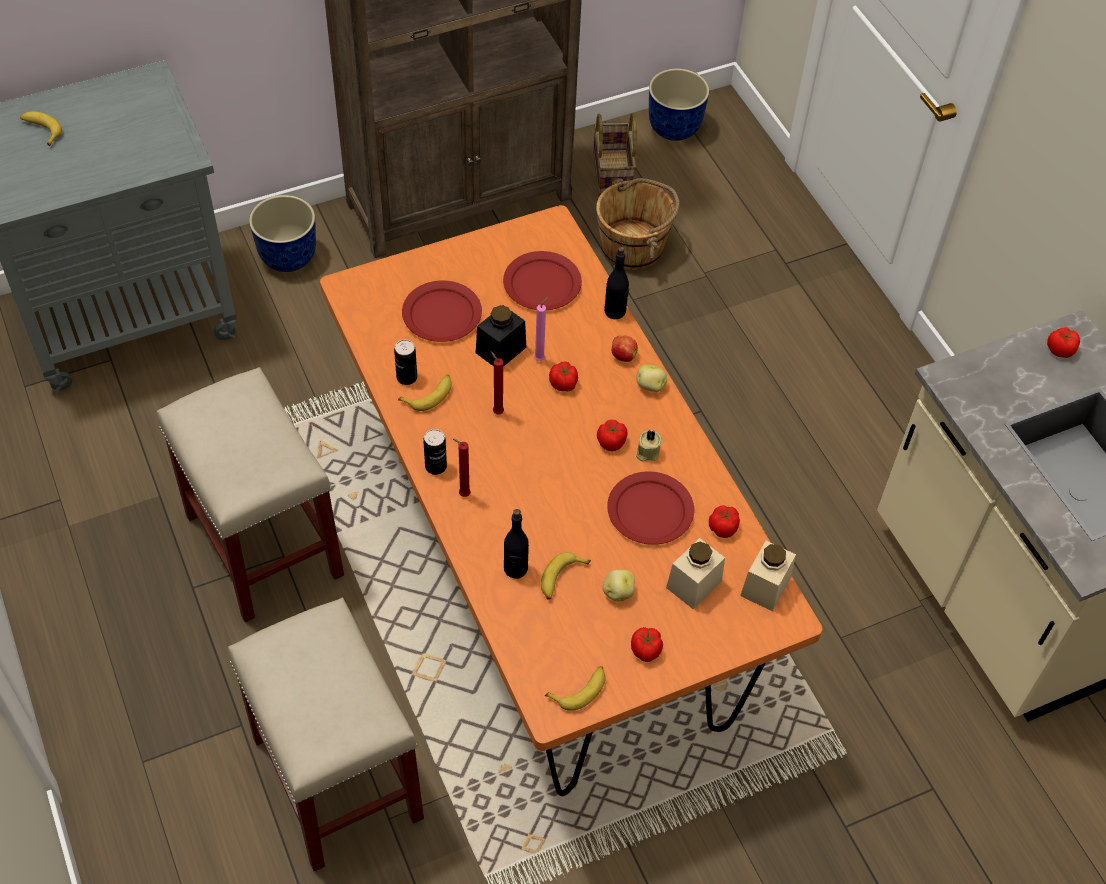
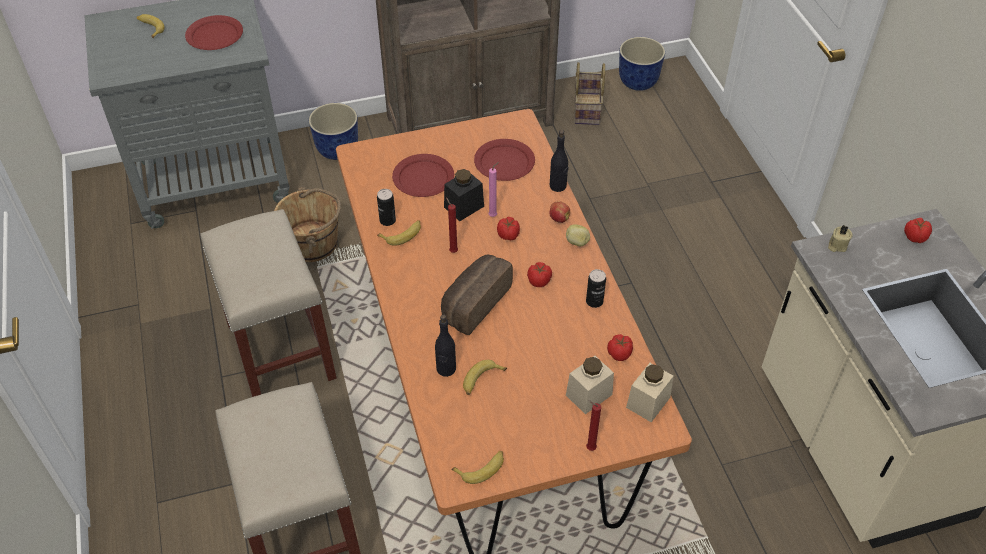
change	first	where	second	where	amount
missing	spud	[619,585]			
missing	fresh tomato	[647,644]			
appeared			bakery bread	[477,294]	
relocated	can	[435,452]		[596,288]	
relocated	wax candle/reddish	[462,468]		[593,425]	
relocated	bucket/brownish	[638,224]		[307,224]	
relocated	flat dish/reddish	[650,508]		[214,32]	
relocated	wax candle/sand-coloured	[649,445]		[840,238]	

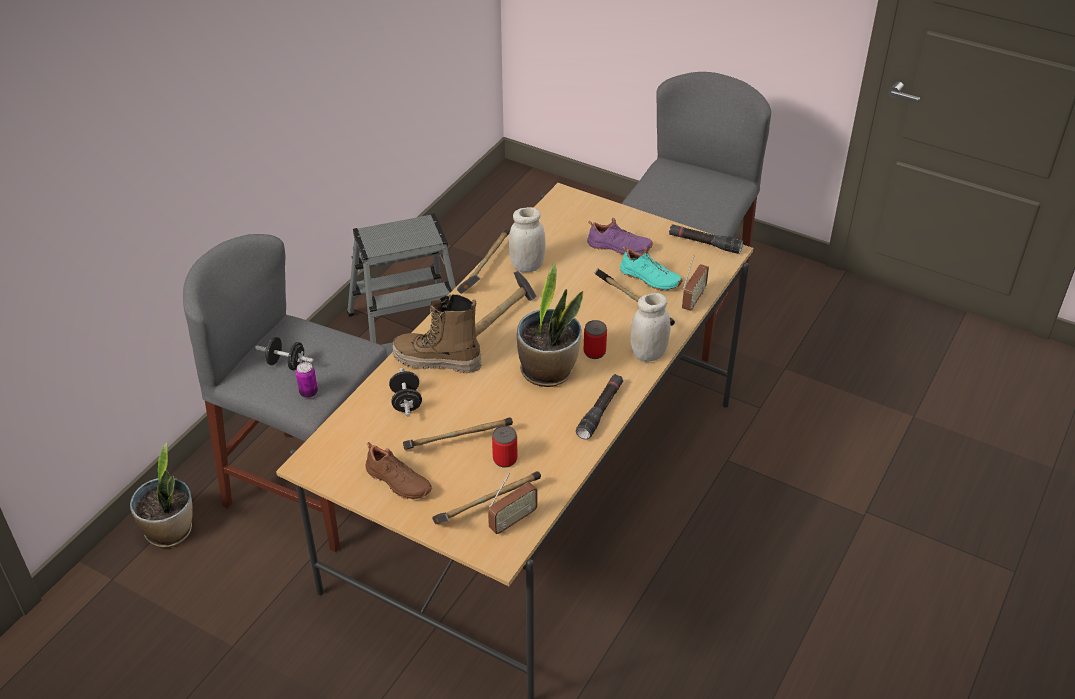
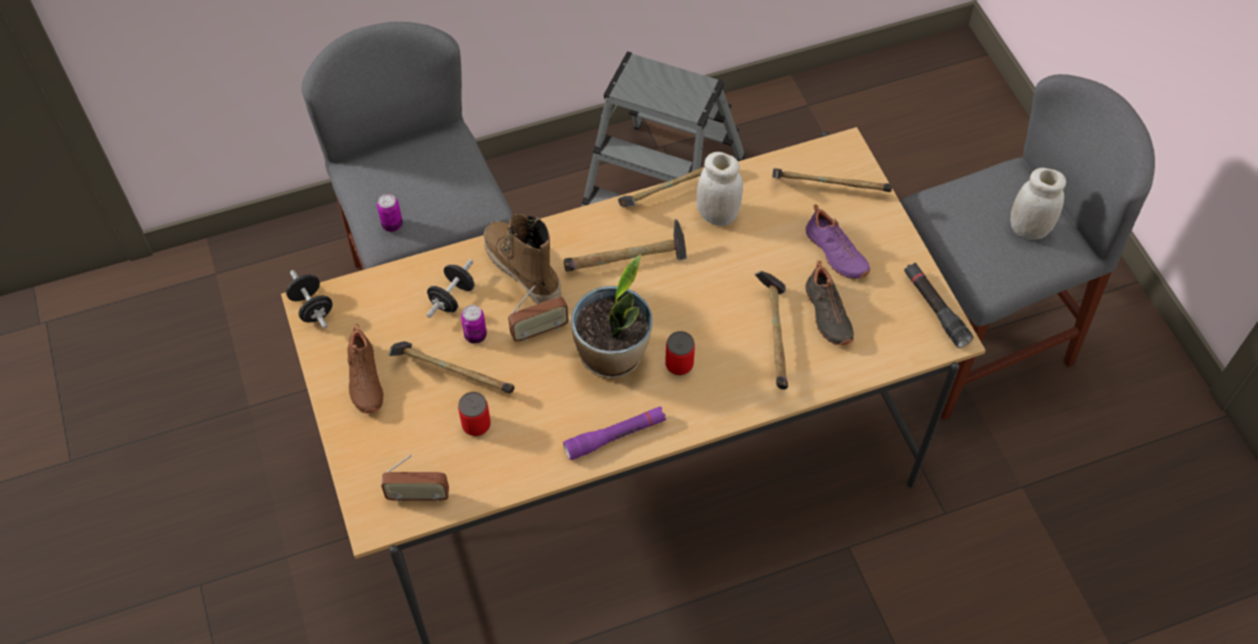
change	first	where	second	where	amount
missing	plant in a pot	[161,495]			
appeared			can	[474,324]	
relocated	dumbbell/black	[284,353]		[309,299]	
relocated	hand hammer	[486,497]		[832,180]	
relocated	storage jar/white	[650,327]		[1038,204]	
relocated	radio	[695,283]		[538,313]	
colour	flashlight/black	[599,407]	flashlight/purple	[614,433]	
colour	item of footwear/blue-green	[651,268]	item of footwear/black	[829,302]	

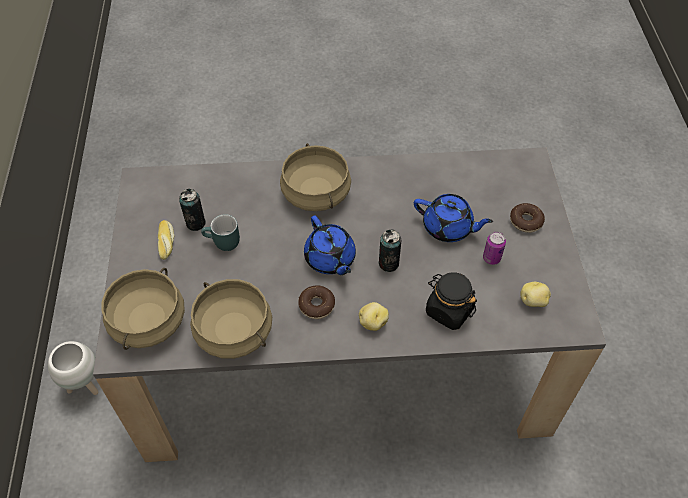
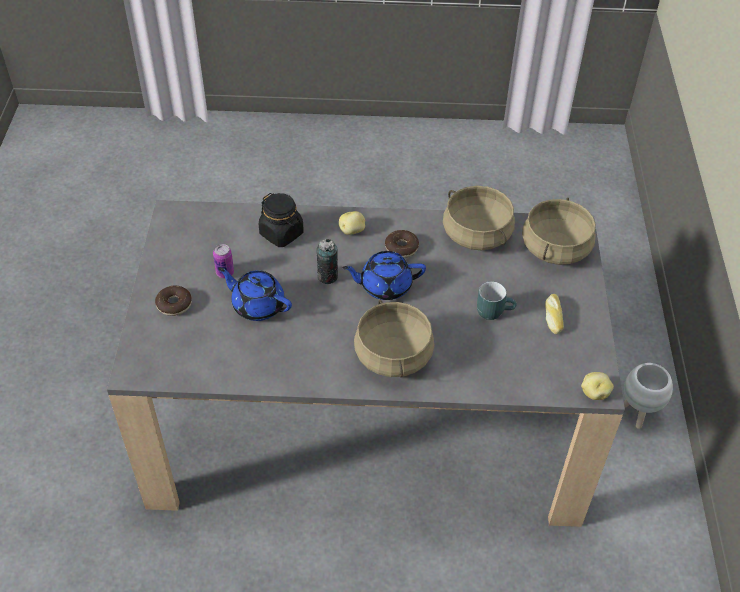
change	first	where	second	where	amount
missing	can	[192,210]			
relocated	spud	[535,294]		[597,386]	
spun	teapot/bluish	[330,245]		[384,275]	75 degrees counterclockwise

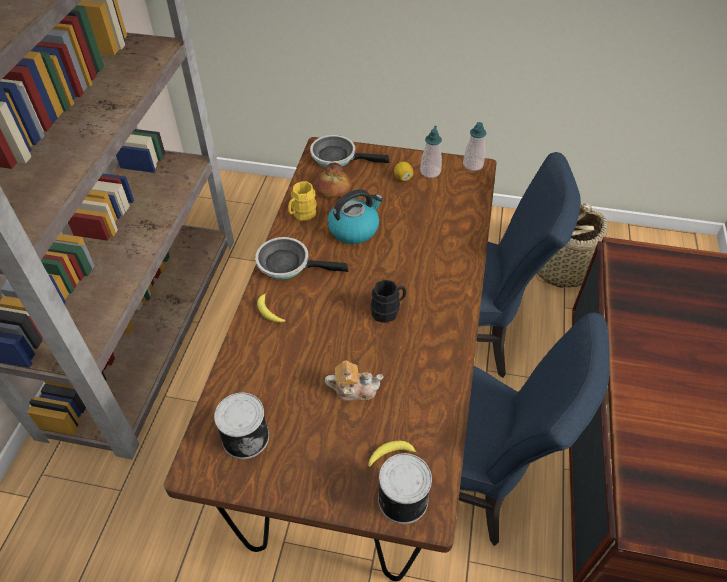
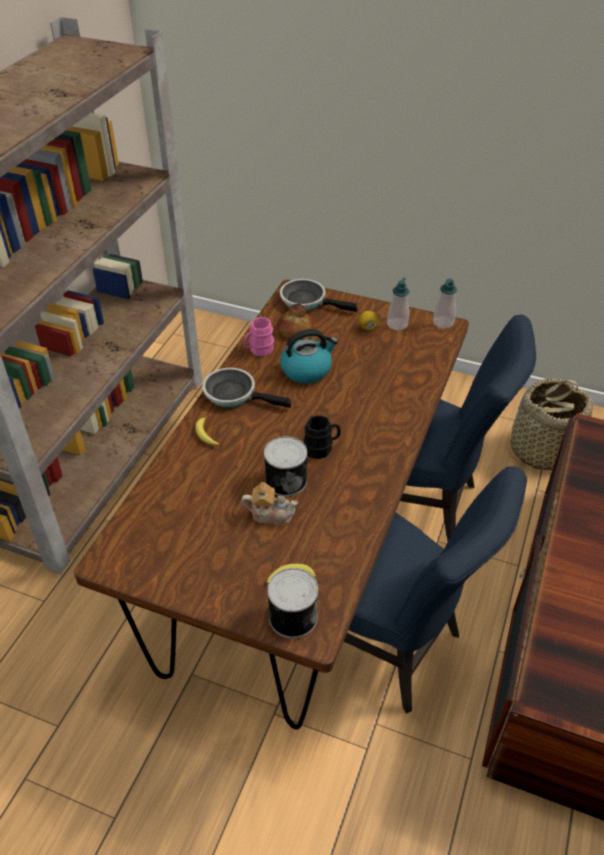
change	first	where	second	where	amount
relocated	can	[241,426]		[285,466]	
colour	tea mug/yellow	[302,201]	tea mug/pink	[259,336]	

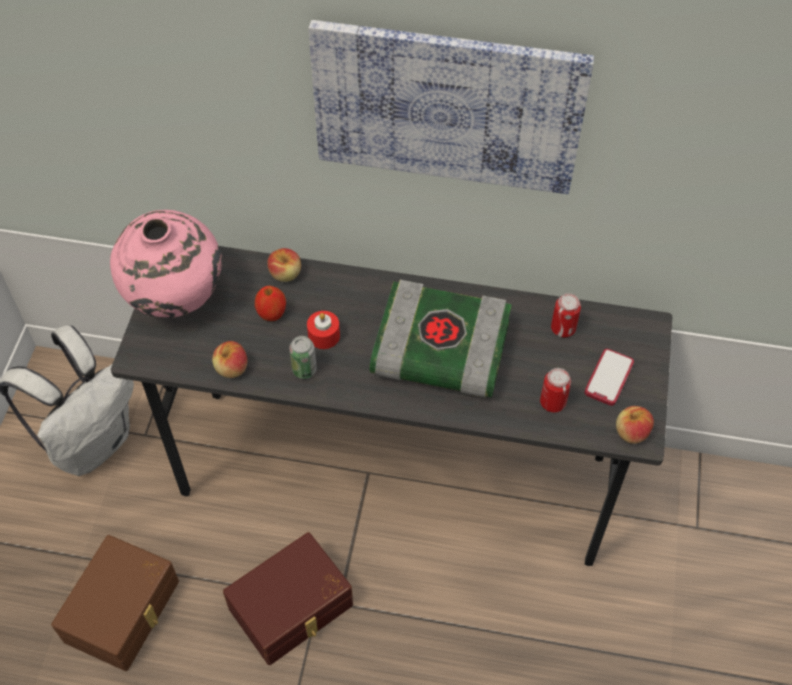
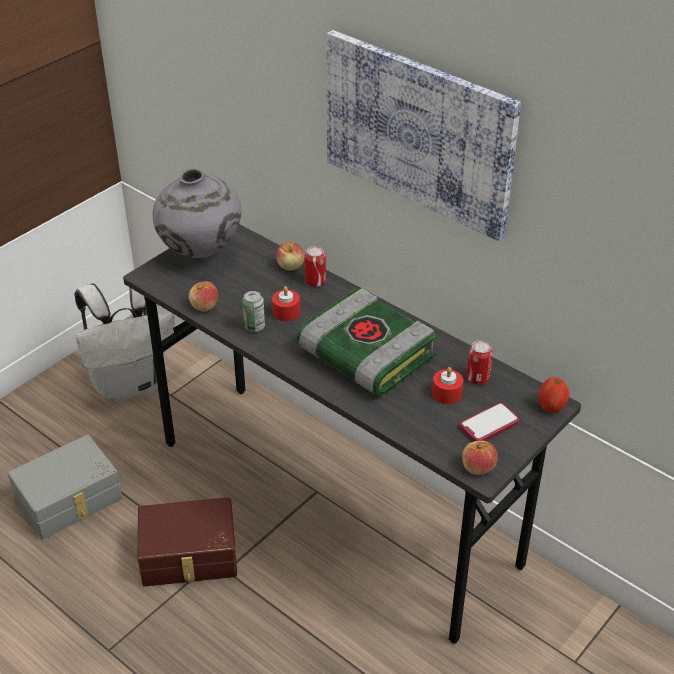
change	first	where	second	where	amount
appeared			wax candle/reddish	[448,385]	
relocated	apple fruit	[270,303]		[554,395]	
relocated	can	[555,390]		[315,266]	
colour	storage bin/brownish	[115,603]	storage bin/grey	[65,487]	
colour	decorative vase/pink	[166,264]	decorative vase/grey	[197,213]	

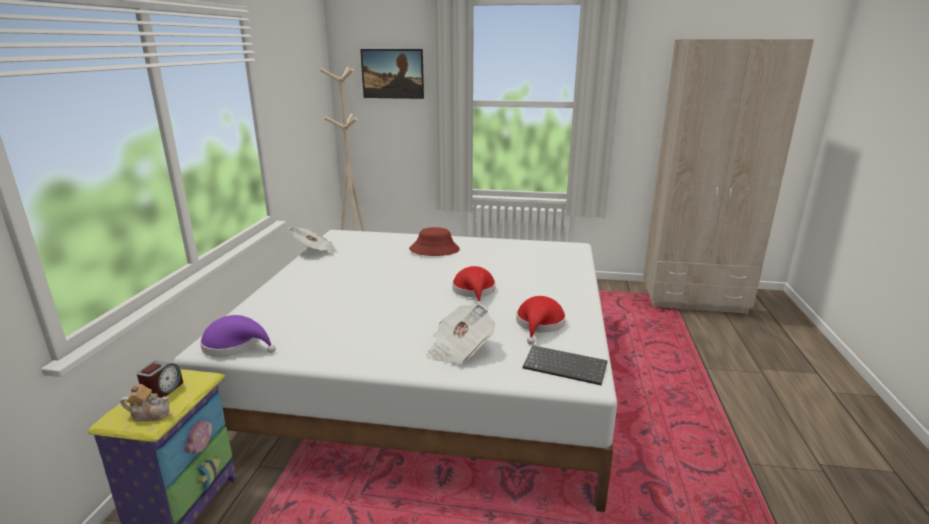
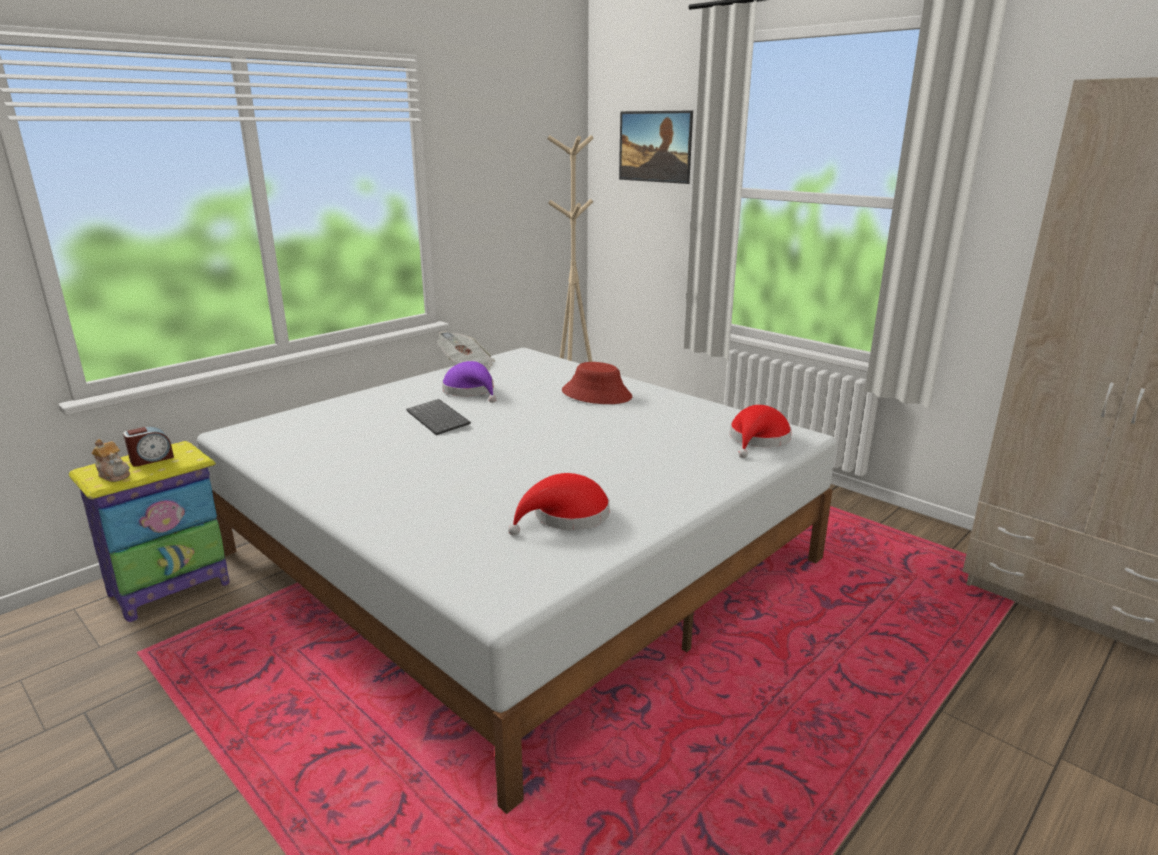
change	first	where	second	where	amount
missing	newspaper	[461,334]			
relocated	clothing hat/purple	[238,336]		[469,382]	
relocated	clothing hat/reddish	[474,285]		[761,431]	
relocated	computer keyboard	[565,365]		[438,417]	

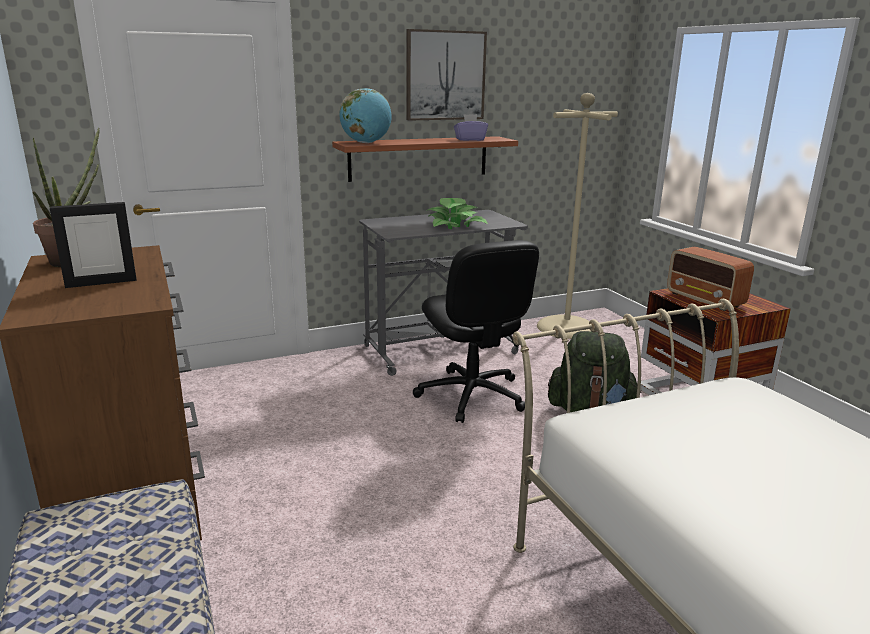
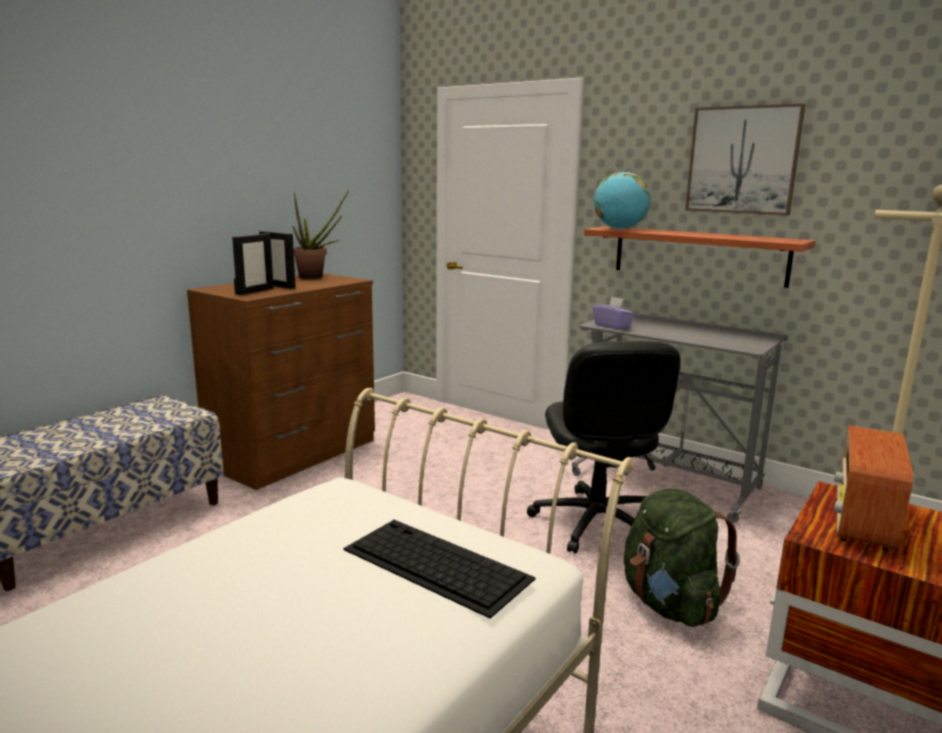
change	first	where	second	where	amount
missing	plant in a pot	[458,213]			
appeared			photo frame	[253,264]	
appeared			computer keyboard	[439,569]	
relocated	tissue holder/purple	[471,127]		[614,313]	
spun	computer chair/black	[476,331]		[604,447]	45 degrees counterclockwise

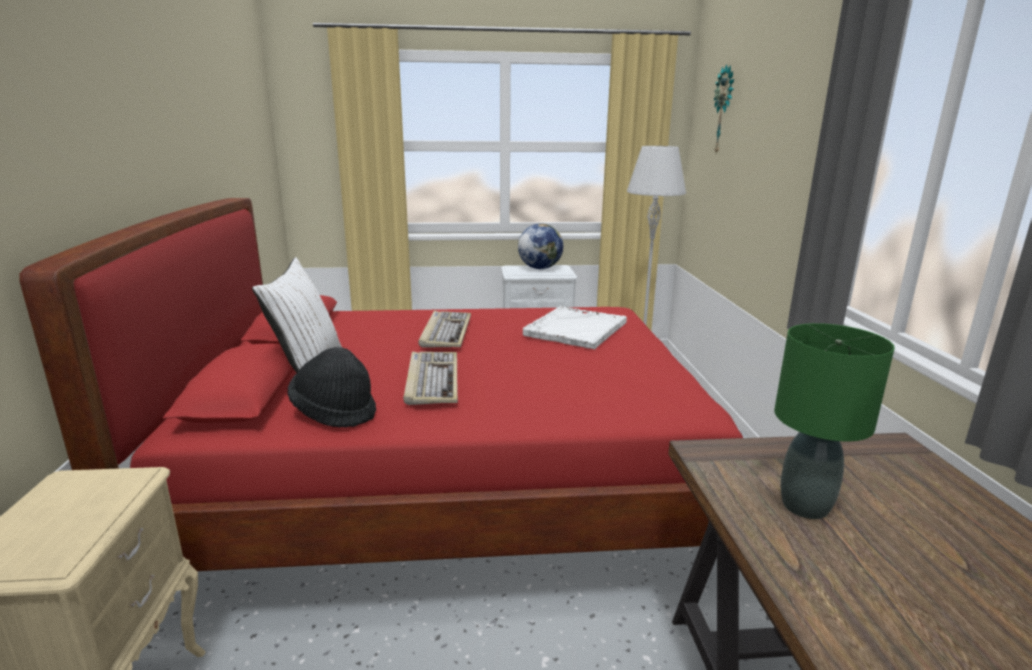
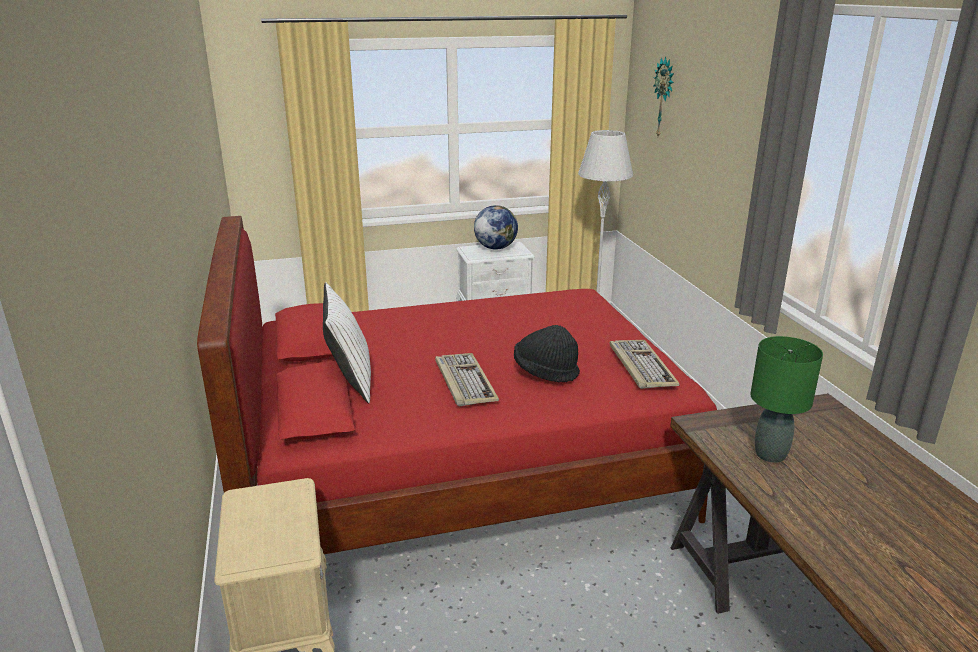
change	first	where	second	where	amount
missing	tray/white	[575,328]			
relocated	clothing hat/black	[331,387]		[547,353]	
relocated	computer keyboard	[444,329]		[645,364]	

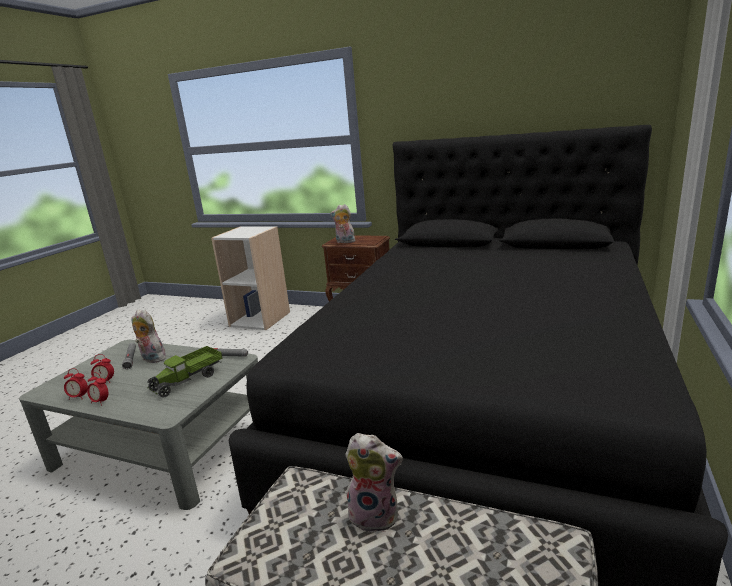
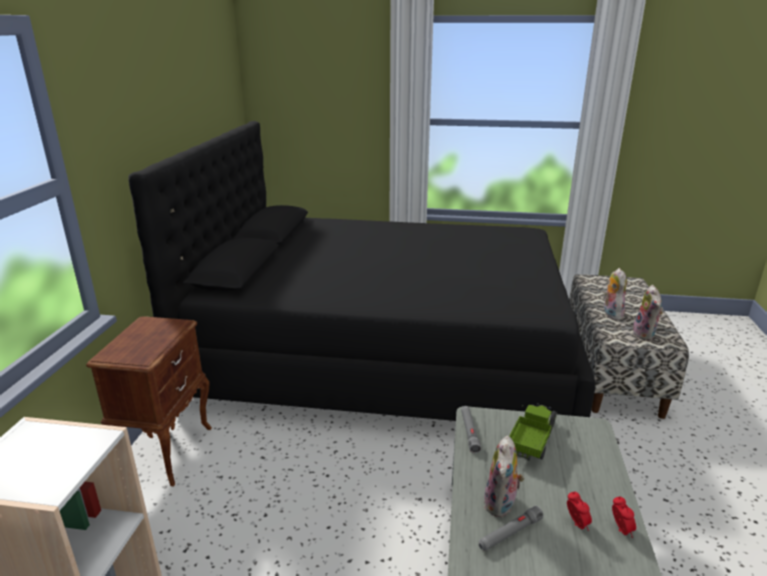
change	first	where	second	where	amount
missing	alarm clock	[97,389]			
relocated	plush toy	[342,223]		[648,312]	
spun	model truck	[185,371]		[533,432]	90 degrees counterclockwise

